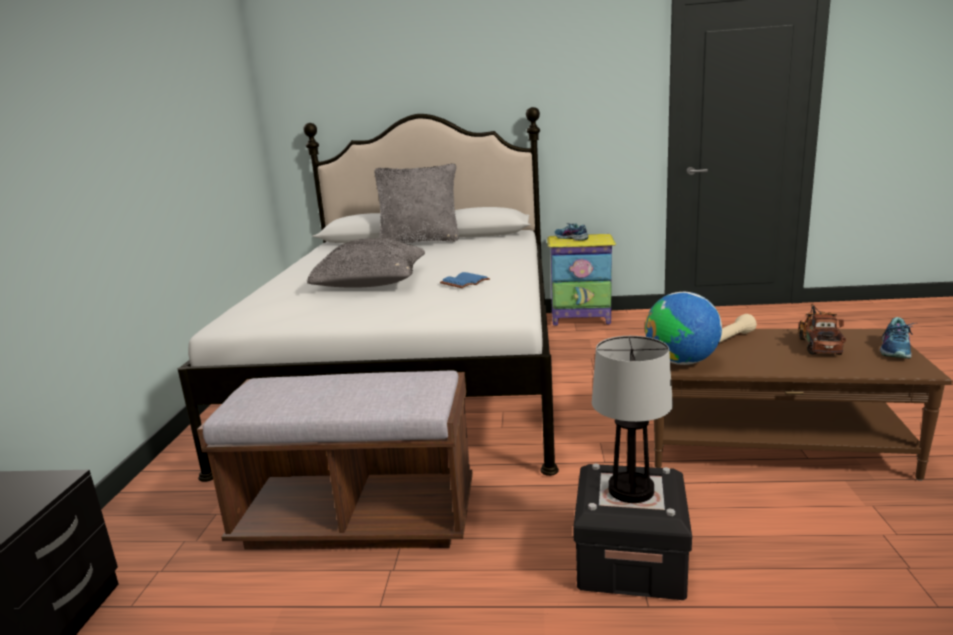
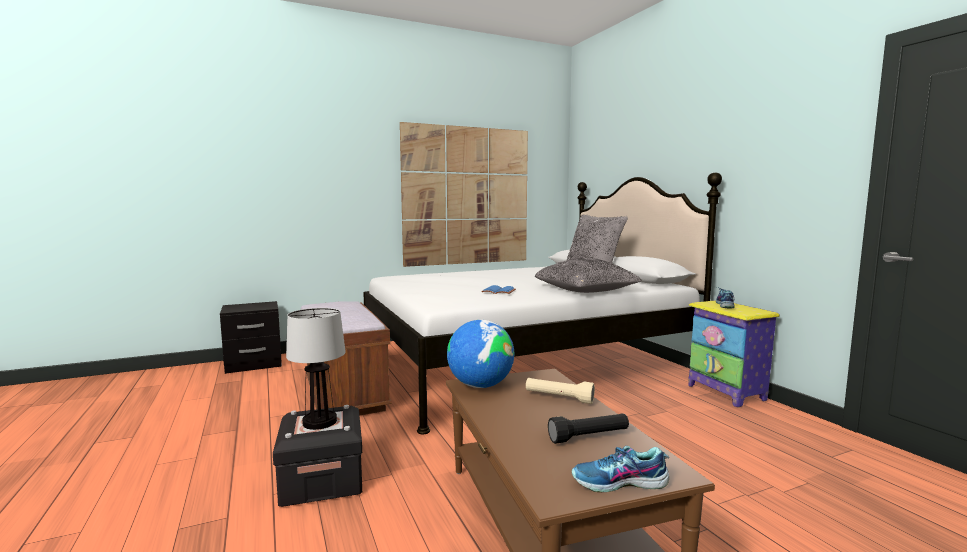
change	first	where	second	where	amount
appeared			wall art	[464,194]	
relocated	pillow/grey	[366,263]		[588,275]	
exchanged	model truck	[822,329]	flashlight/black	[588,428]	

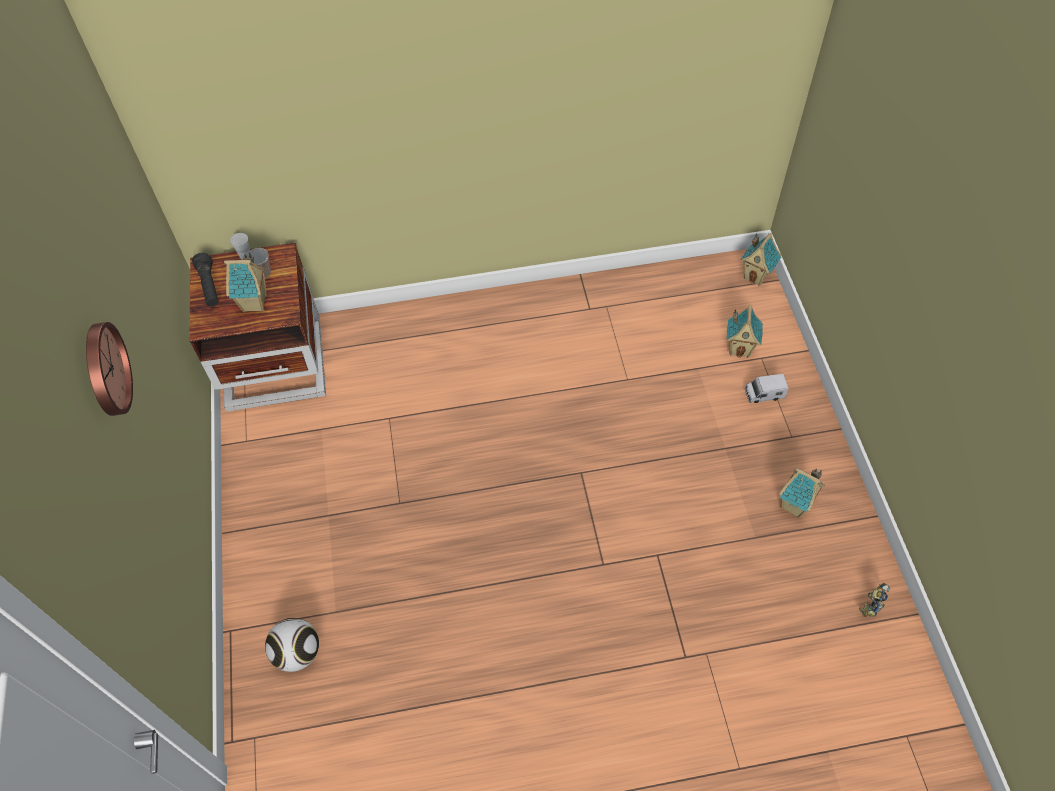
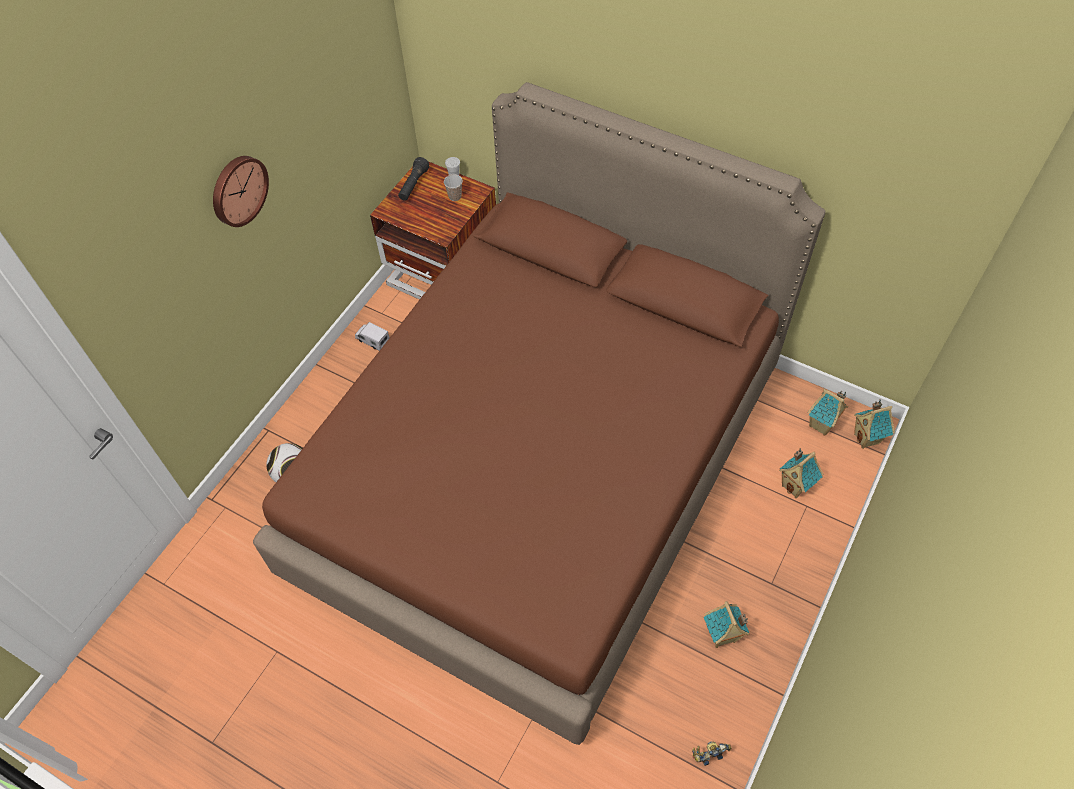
change	first	where	second	where	amount
appeared			sleeping bed/brownish	[539,413]	
relocated	miniature house	[245,282]		[828,412]	
relocated	model truck	[767,388]		[372,336]	

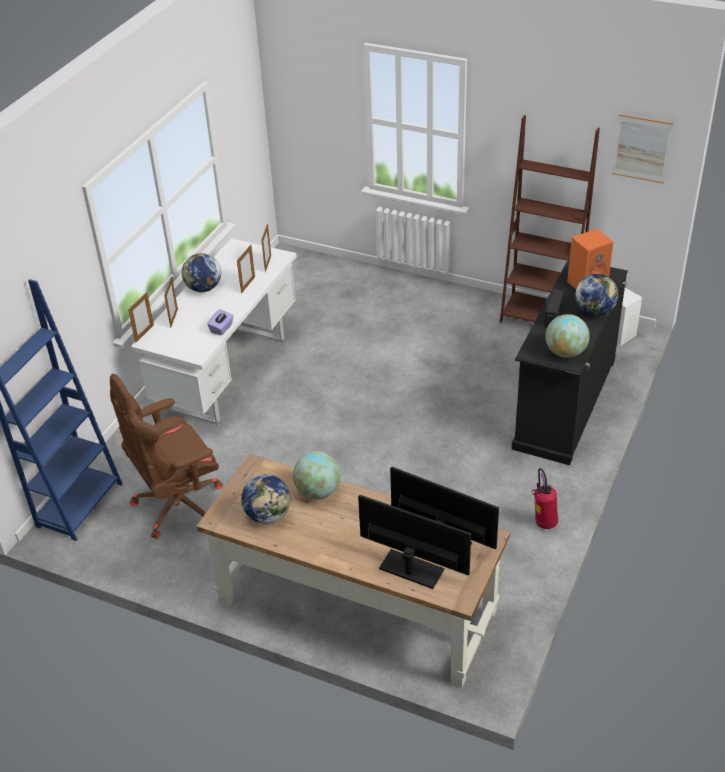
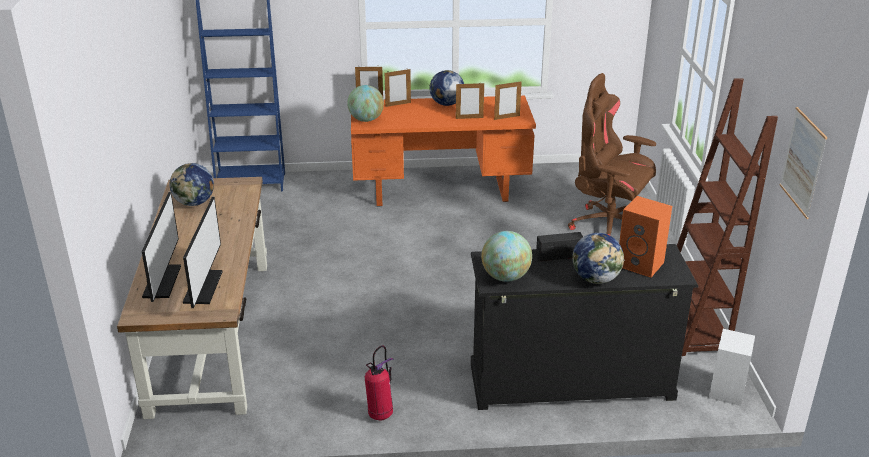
change	first	where	second	where	amount
missing	tissue holder/purple	[220,322]			
relocated	computer chair/brownish	[166,456]		[612,154]	
relocated	globe	[317,475]		[365,103]	
colour	desk table/white	[214,331]	desk table/orange	[443,151]	

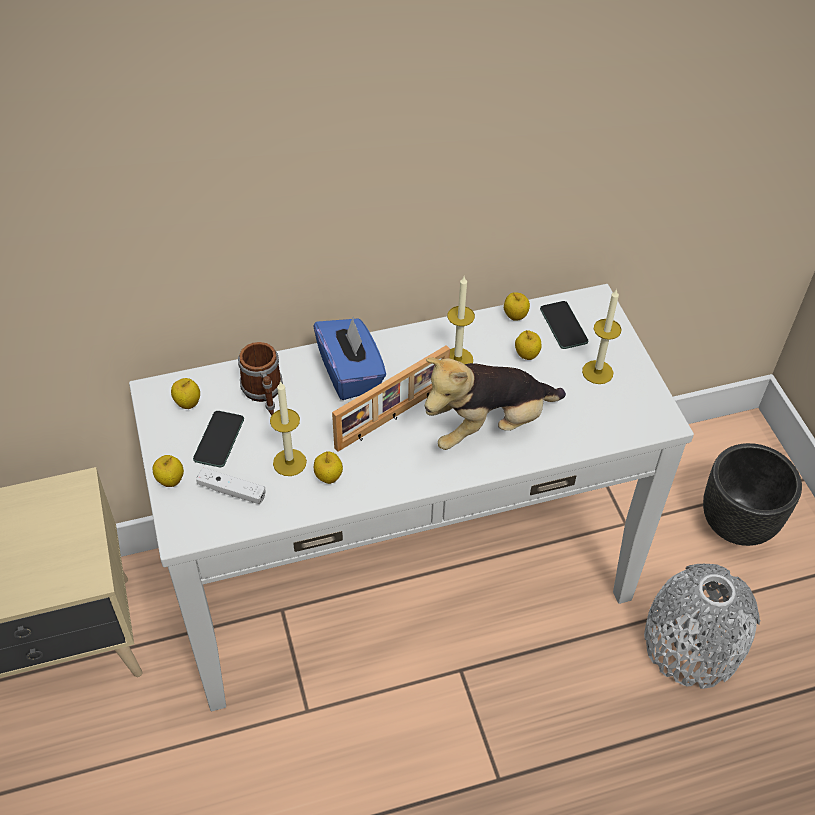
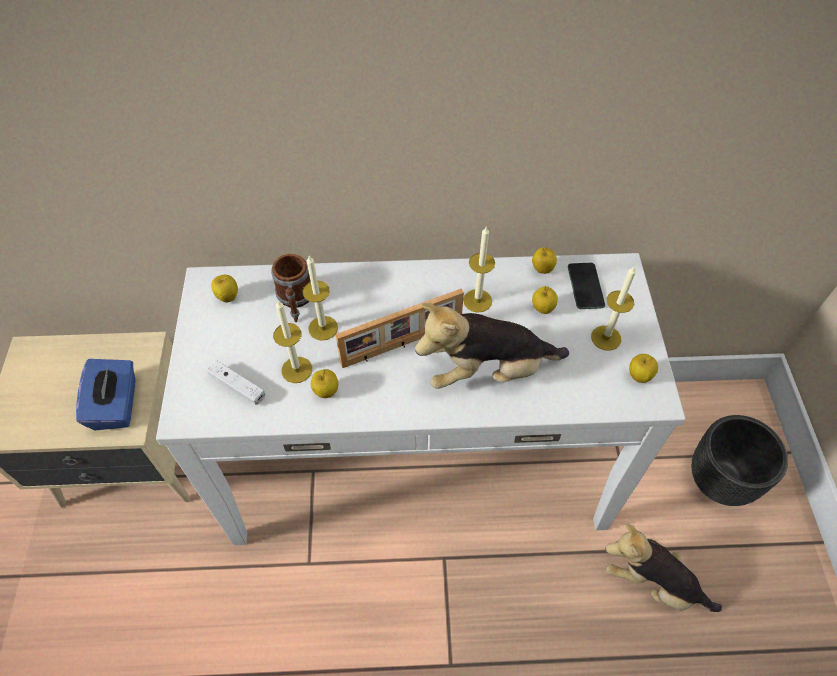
change	first	where	second	where	amount
missing	handset	[218,439]			
appeared			wax candle	[320,298]	
relocated	apple fruit	[168,471]		[643,368]	
relocated	tissue holder/bluish	[349,359]		[105,394]	
exchanged	decorative vase/grey	[702,626]	plush toy	[663,568]	

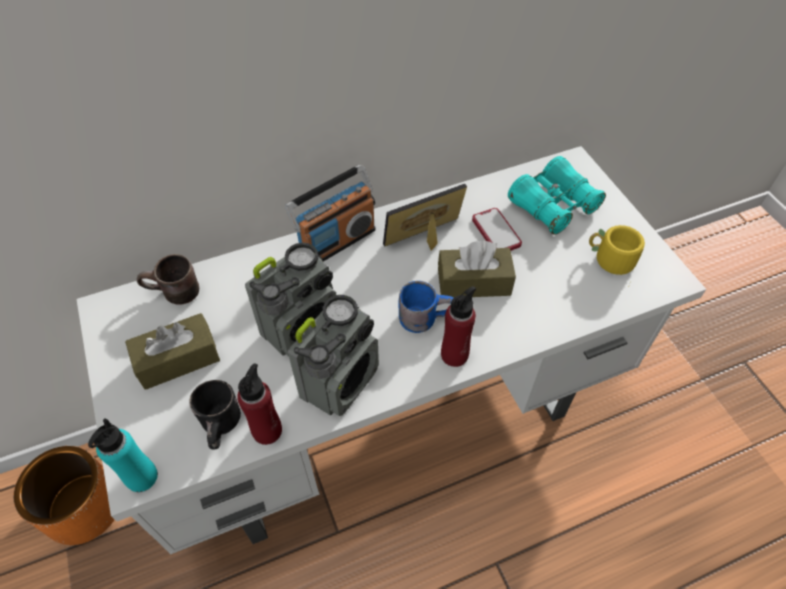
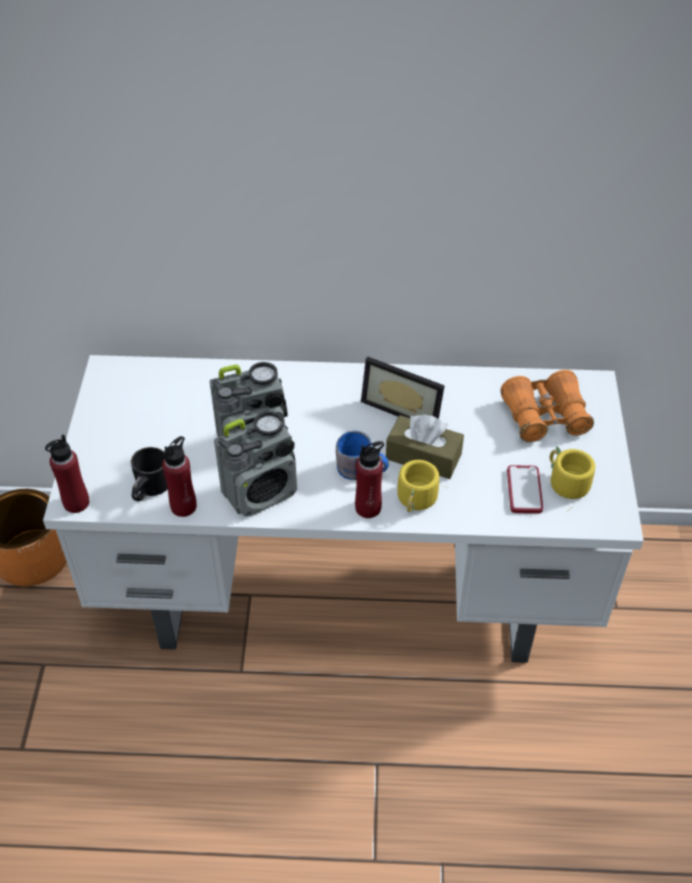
change	first	where	second	where	amount
missing	tissue holder/brownish	[172,351]			
missing	tea mug/brownish	[168,279]			
missing	radio	[330,213]			
appeared			tea mug/yellow	[422,486]	
relocated	handset	[497,229]		[525,489]	
colour	drink bottle/blue-green	[123,455]	drink bottle/reddish	[67,473]	
colour	binoculars/blue-green	[557,195]	binoculars/orange	[547,406]	
spun	photo frame	[425,217]		[403,387]	150 degrees counterclockwise

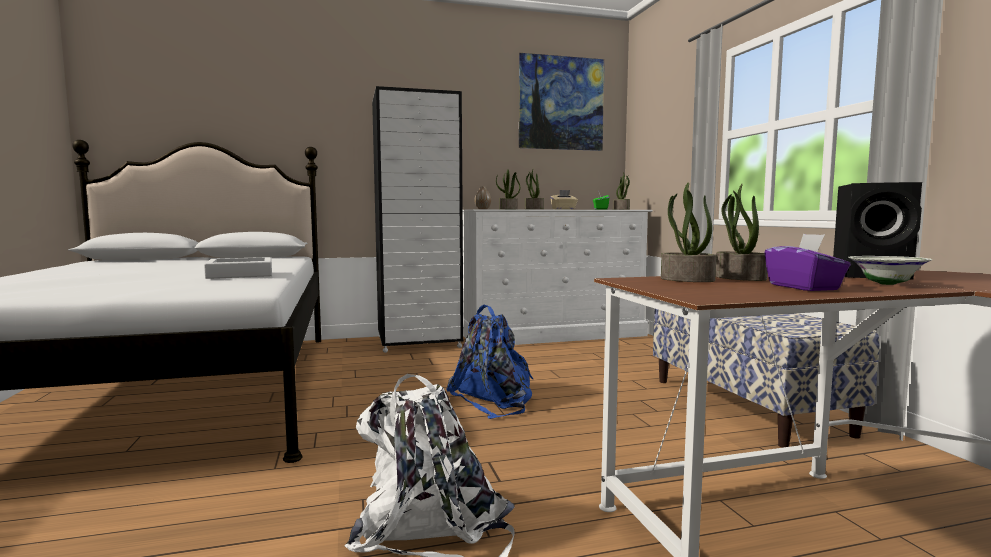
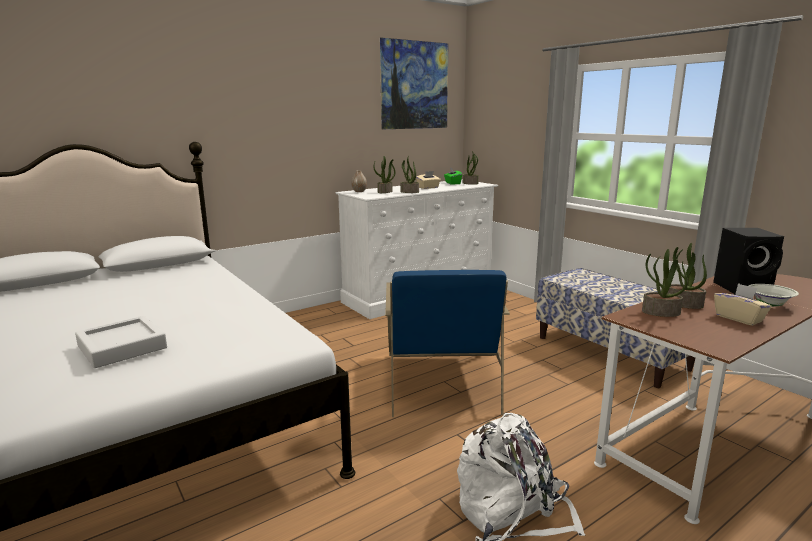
change	first	where	second	where	amount
missing	armoire	[417,219]			
relocated	tray/grey	[238,268]		[121,342]	
exchanged	knapsack/bluish	[489,362]	lounge chair/bluish	[447,343]	
colour	tissue holder/purple	[807,262]	tissue holder/sand-coloured	[743,304]	

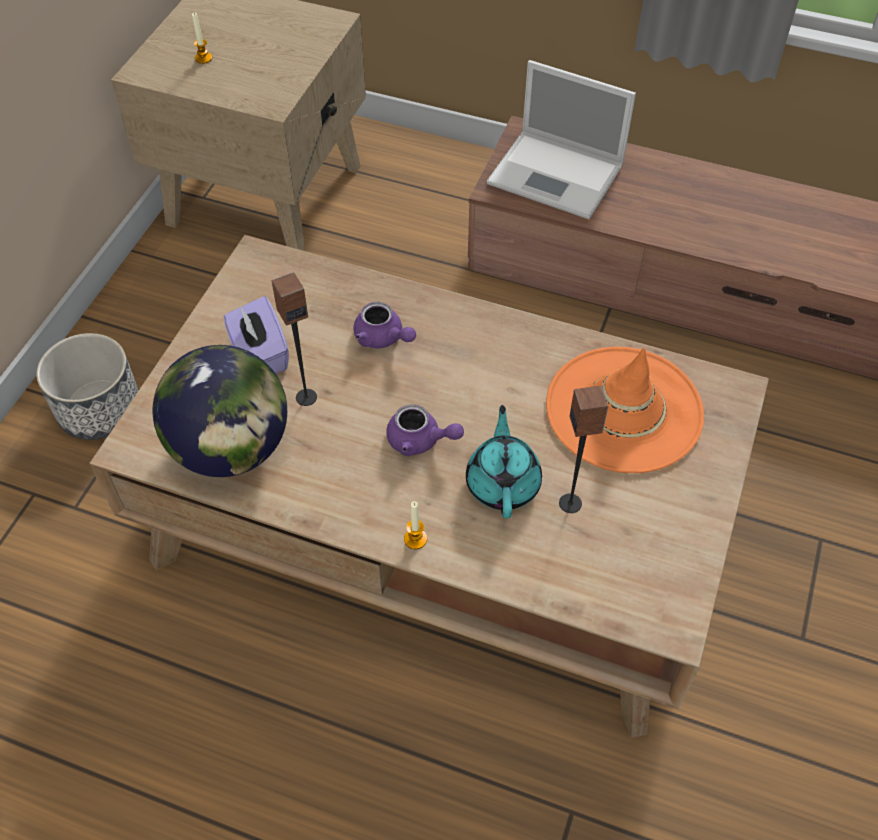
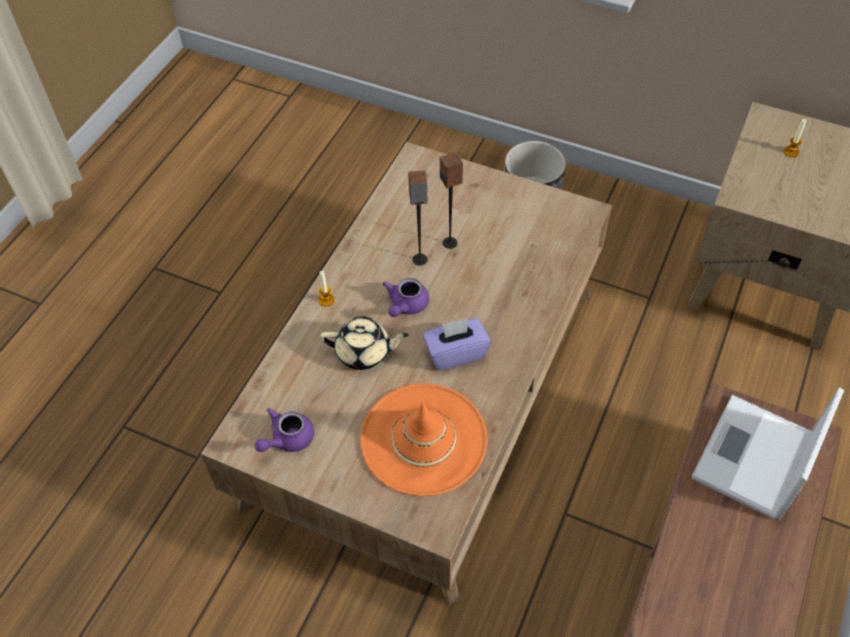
change	first	where	second	where	amount
missing	globe	[220,411]			
relocated	tissue holder/purple	[256,335]		[457,344]	
relocated	teapot/purple	[384,325]		[284,430]	
relocated	loudspeaker	[583,449]		[418,218]	
colour	teapot/blue-green	[504,461]	teapot/sand-coloured	[364,343]	

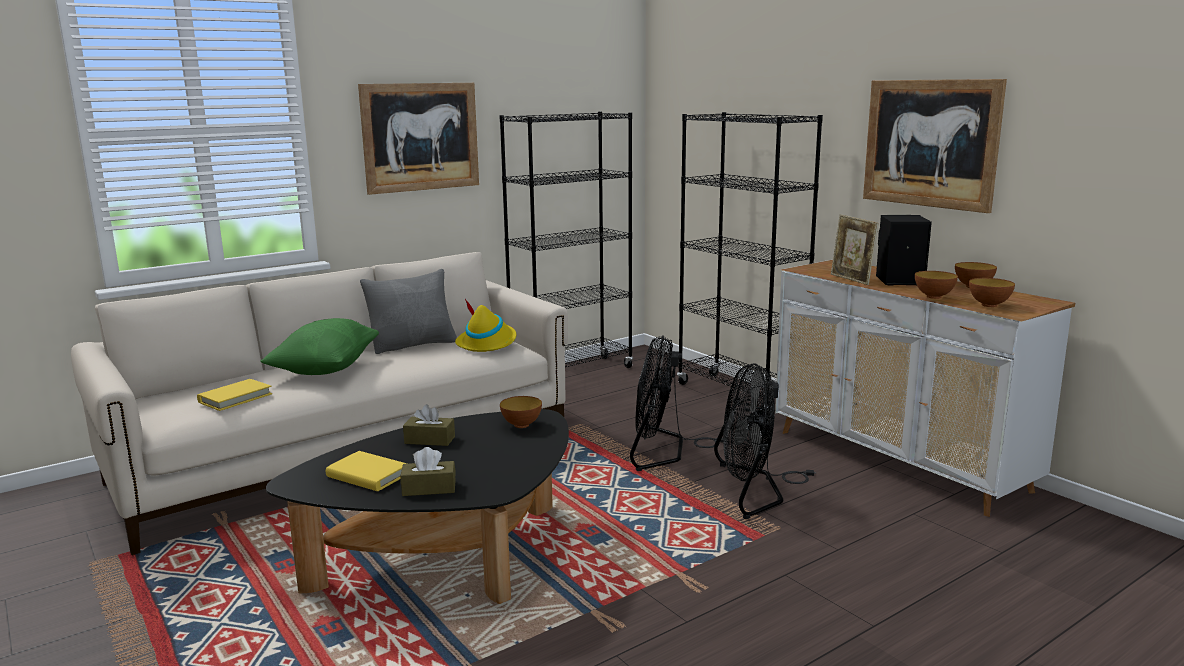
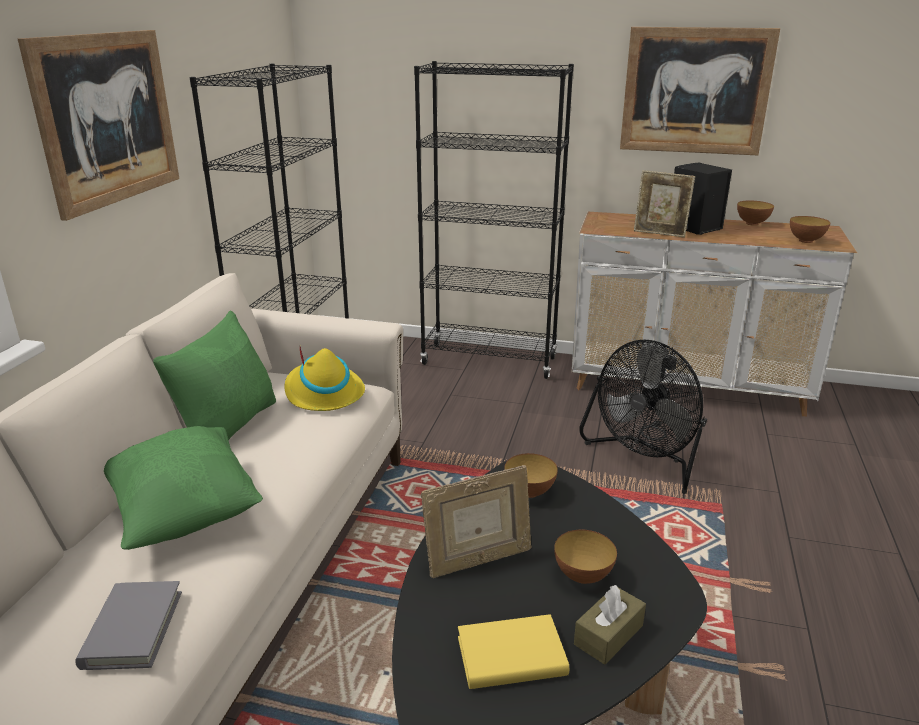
change	first	where	second	where	amount
missing	electric fan/black	[676,403]			
relocated	serving bowl	[936,285]		[585,557]	
exchanged	tissue holder/brownish	[429,425]	photo frame	[476,521]	
colour	volume/yellow	[234,395]	volume/grey	[128,625]	
colour	pillow/grey	[408,311]	pillow/green	[214,375]	

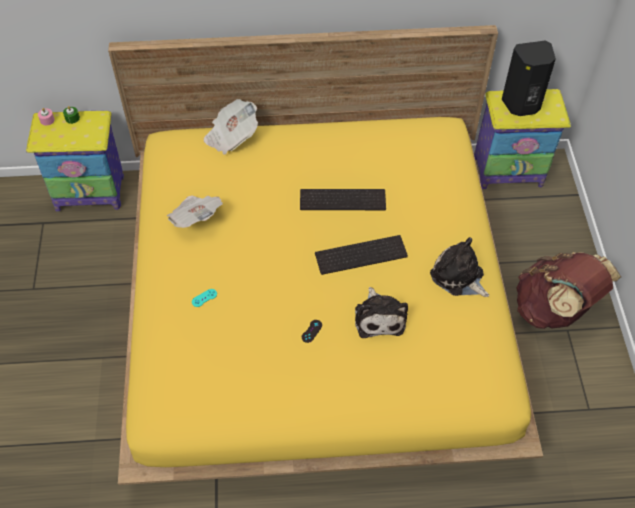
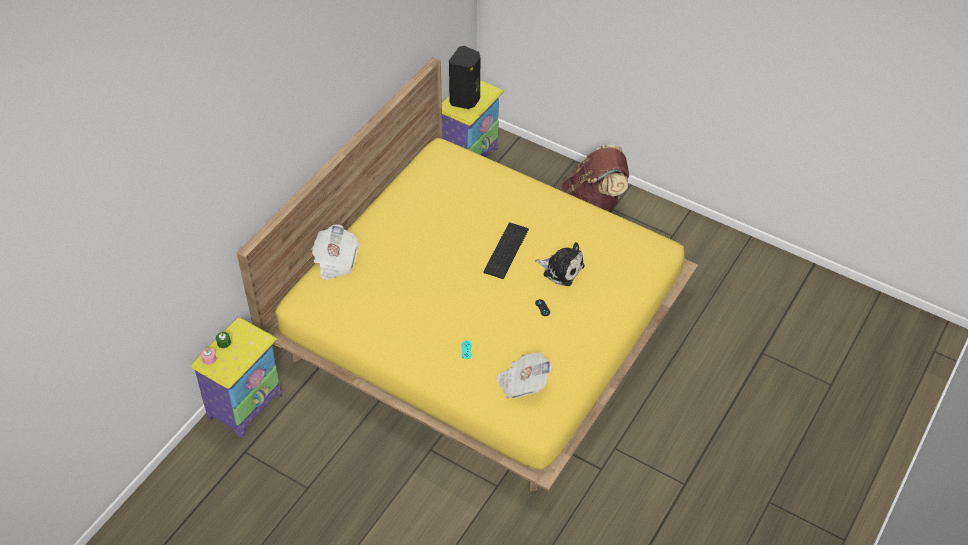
change	first	where	second	where	amount
missing	computer keyboard	[343,199]			
missing	plush toy	[459,267]			
relocated	newspaper	[195,211]		[524,375]	

